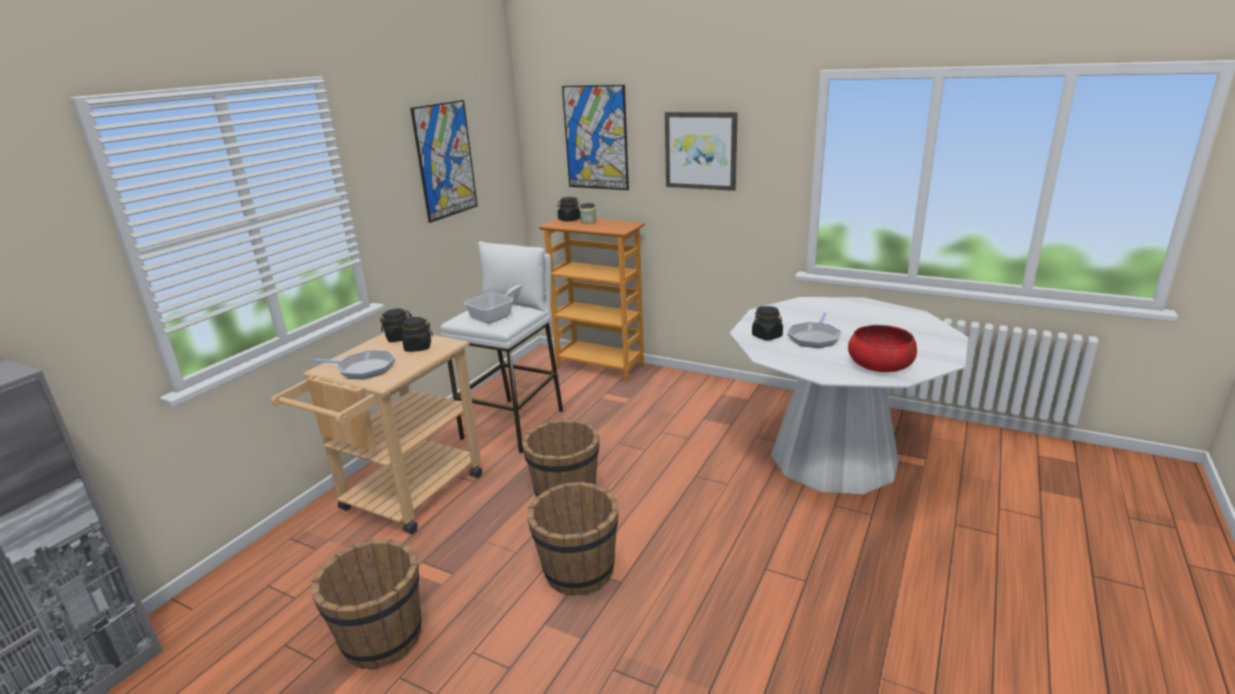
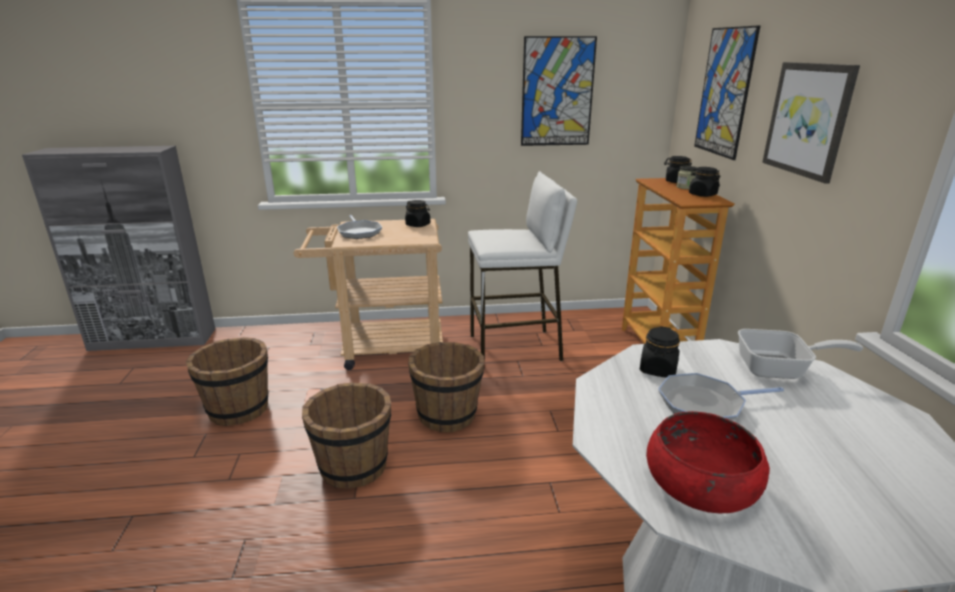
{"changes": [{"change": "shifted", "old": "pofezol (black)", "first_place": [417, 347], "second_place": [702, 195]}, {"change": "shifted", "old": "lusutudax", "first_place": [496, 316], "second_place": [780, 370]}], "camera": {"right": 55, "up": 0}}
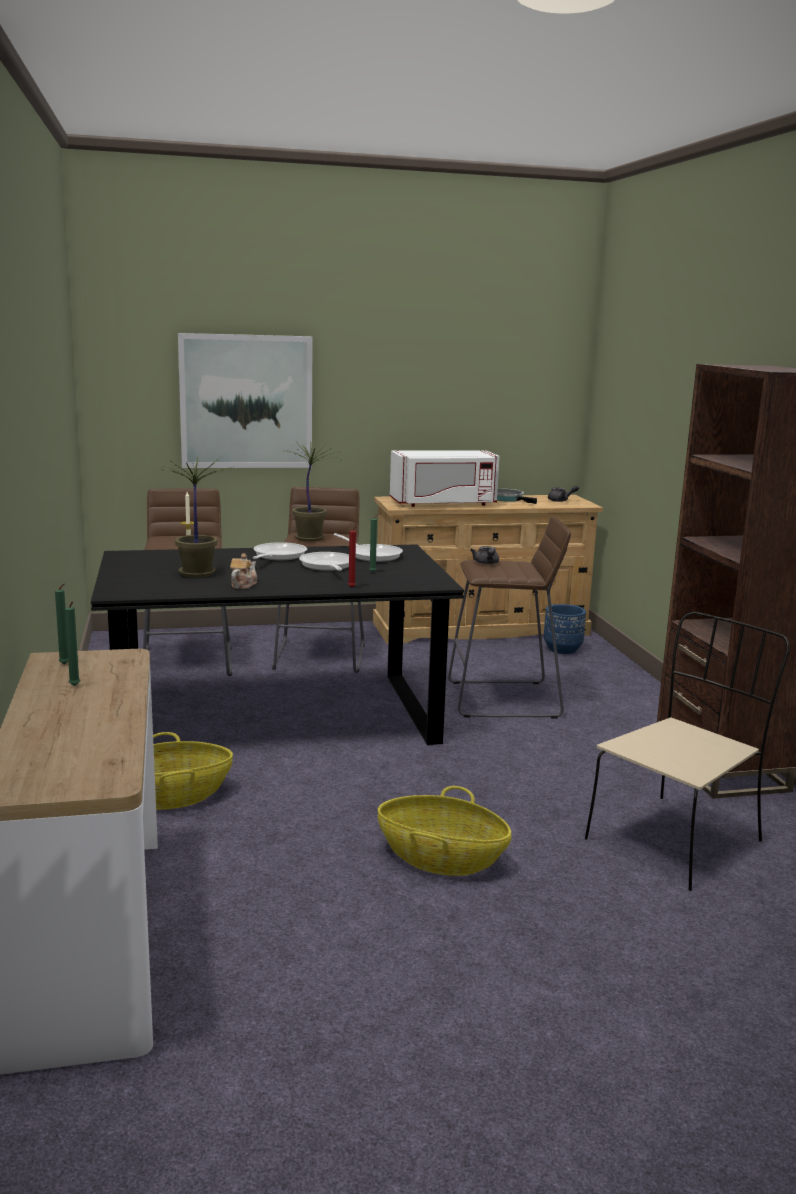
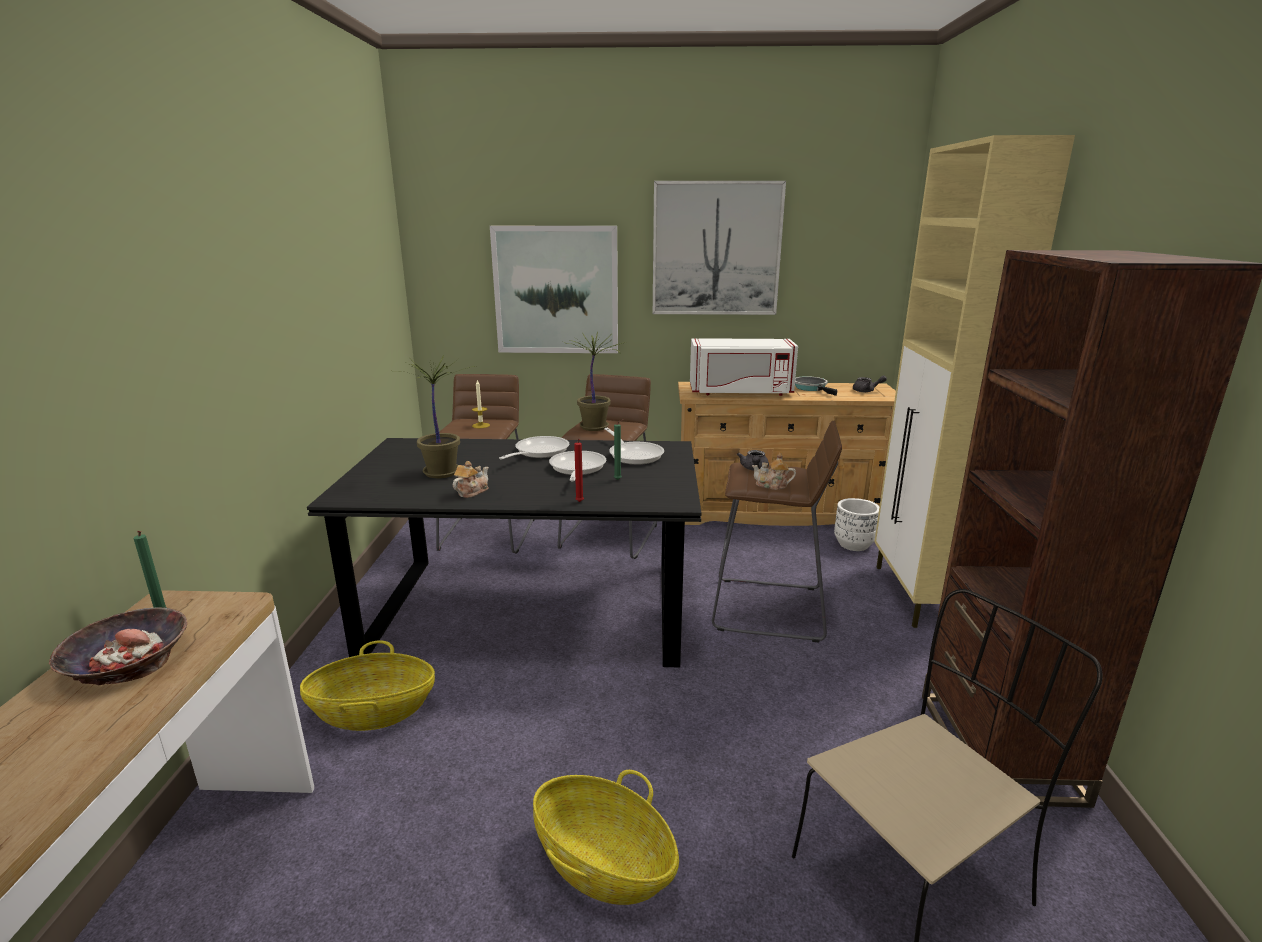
{"changes": [{"change": "swapped", "old": "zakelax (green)", "new": "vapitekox", "first_place": [75, 686], "second_place": [127, 660]}, {"change": "repainted", "old": "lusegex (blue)", "new": "lusegex (white)", "first_place": [562, 649], "second_place": [853, 544]}, {"change": "new", "new": "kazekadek", "second_place": [716, 249]}, {"change": "new", "new": "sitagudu", "second_place": [772, 485]}, {"change": "new", "new": "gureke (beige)", "second_place": [917, 596]}], "camera": {"right": 15, "up": 5}}
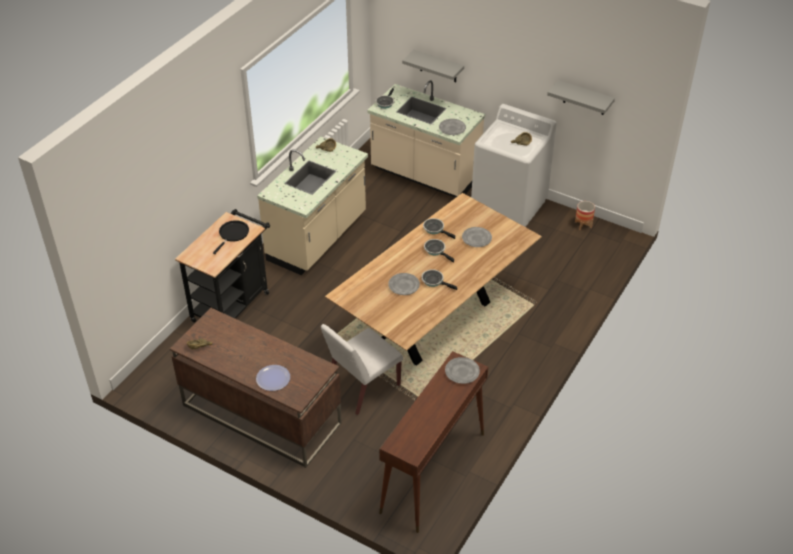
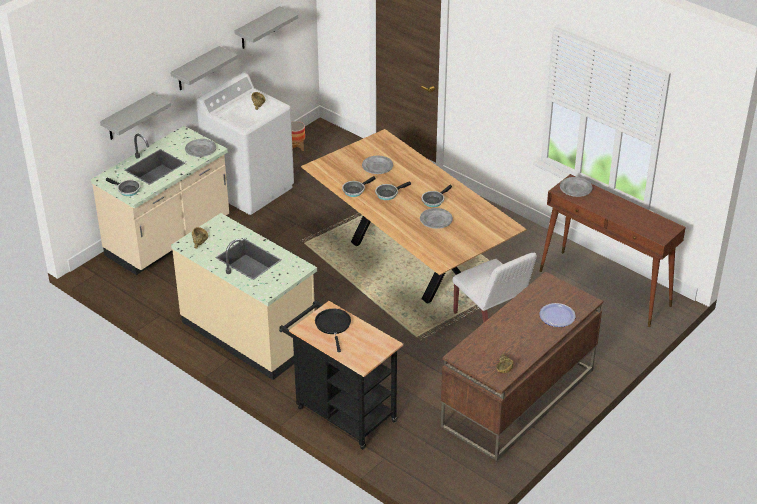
{"changes": [{"change": "rotated", "old": "lusutudax (black)", "first_place": [233, 234], "second_place": [333, 326], "degrees": 45}, {"change": "new", "new": "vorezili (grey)", "second_place": [196, 69]}], "camera": {"right": -80, "up": -5}}
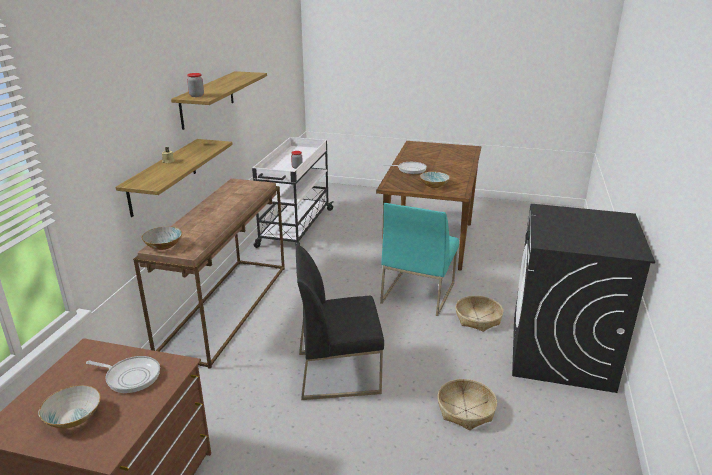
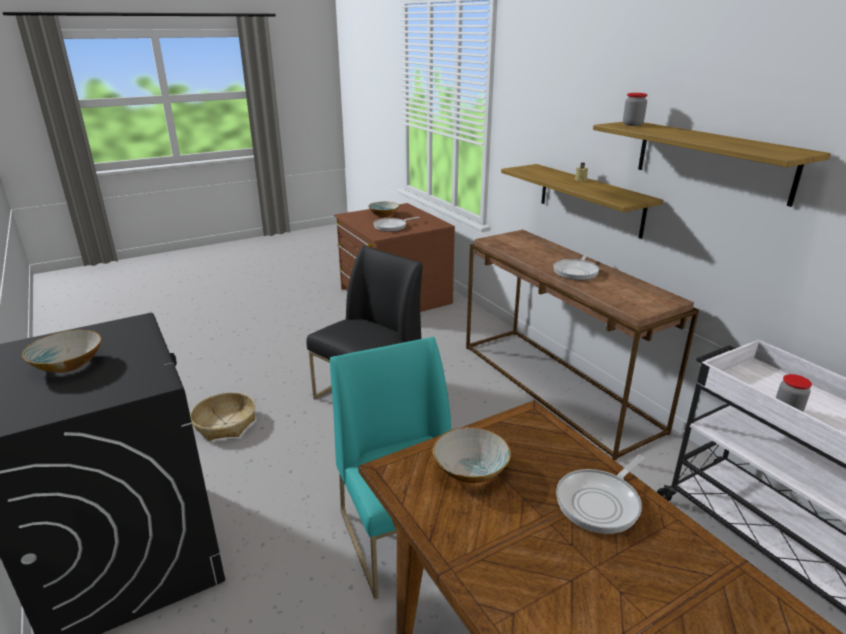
{"changes": [{"change": "shifted", "old": "vapitekox", "first_place": [164, 246], "second_place": [67, 364]}, {"change": "gone", "old": "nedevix", "first_place": [478, 319]}, {"change": "new", "new": "lusutudax", "second_place": [576, 271]}], "camera": {"right": 135, "up": 0}}
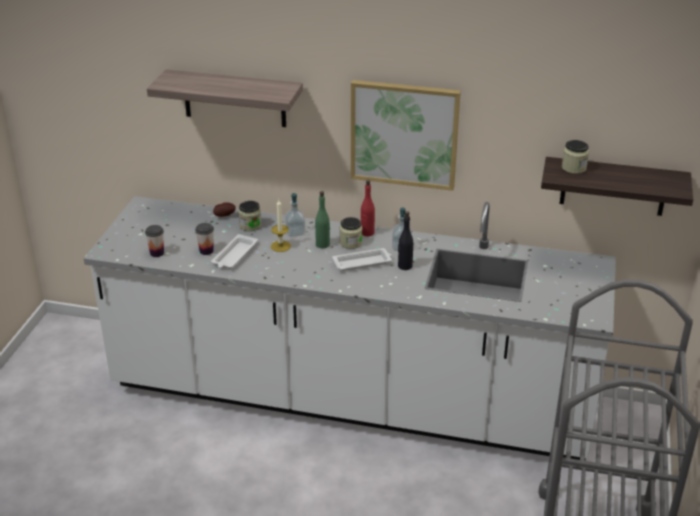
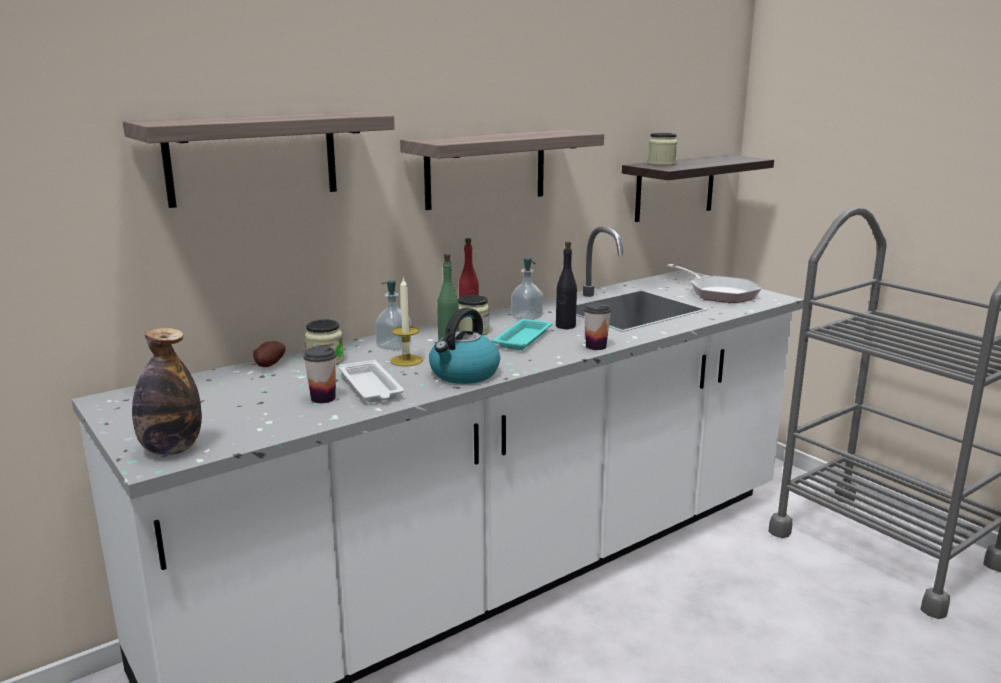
{"changes": [{"change": "shifted", "old": "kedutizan", "first_place": [157, 253], "second_place": [596, 346]}, {"change": "repainted", "old": "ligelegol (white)", "new": "ligelegol (turquoise)", "first_place": [363, 263], "second_place": [523, 338]}, {"change": "swapped", "old": "kazekadek", "new": "vorezili", "first_place": [404, 134], "second_place": [486, 168]}, {"change": "new", "new": "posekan", "second_place": [171, 449]}, {"change": "new", "new": "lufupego", "second_place": [464, 374]}, {"change": "new", "new": "lusutudax", "second_place": [719, 293]}], "camera": {"right": -50, "up": -15}}
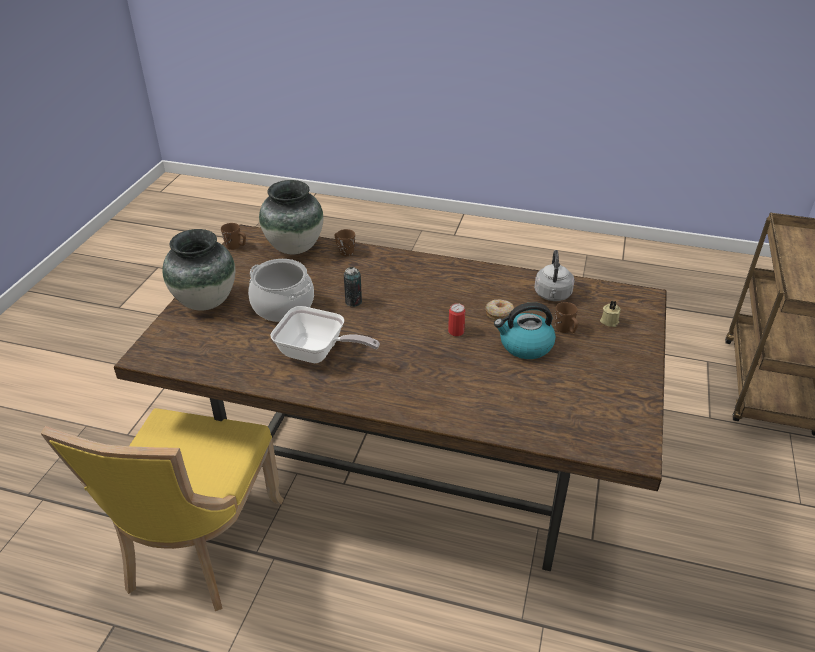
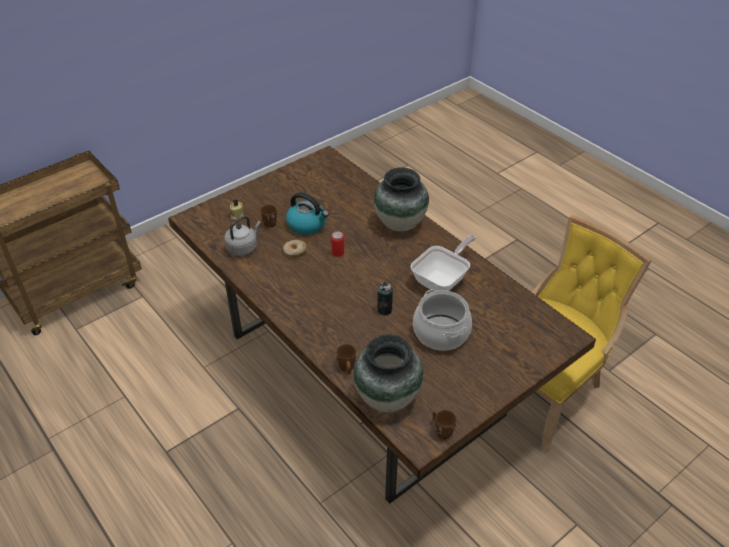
{"changes": [{"change": "shifted", "old": "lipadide", "first_place": [205, 302], "second_place": [400, 223]}, {"change": "rotated", "old": "lusutudax", "first_place": [317, 354], "second_place": [443, 280], "degrees": 75}], "camera": {"right": -145, "up": 5}}
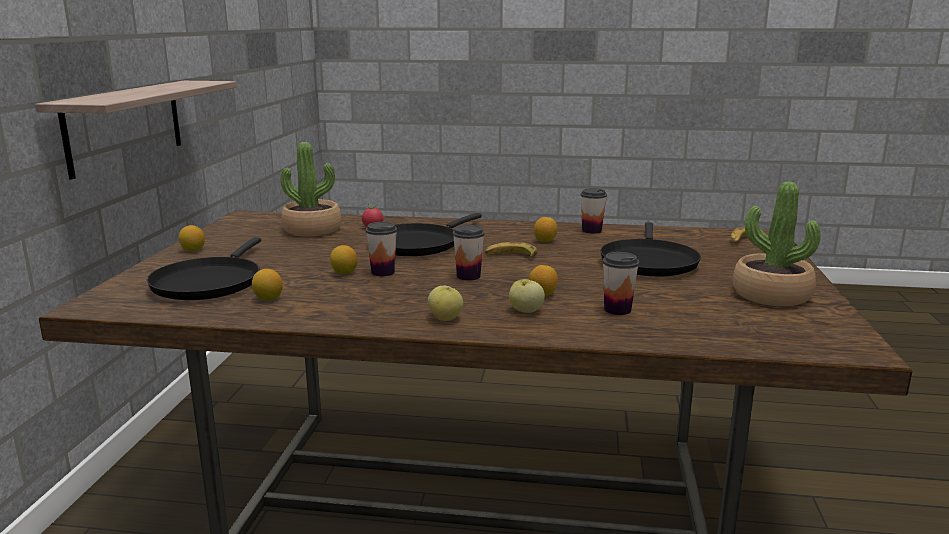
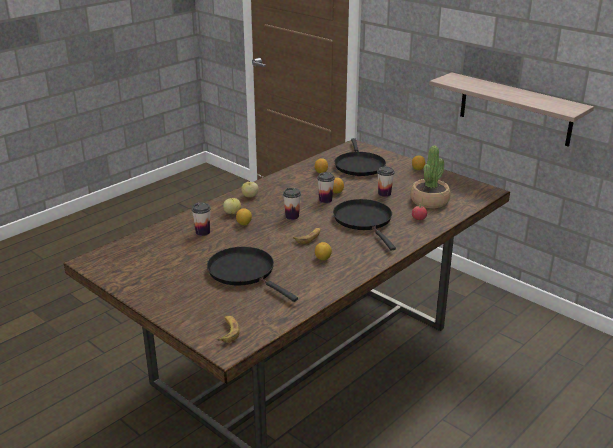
{"changes": [{"change": "rotated", "old": "lusutudax (black)", "first_place": [209, 282], "second_place": [359, 165], "degrees": -135}, {"change": "shifted", "old": "kedutizan", "first_place": [591, 231], "second_place": [384, 193]}, {"change": "gone", "old": "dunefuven", "first_place": [771, 295]}], "camera": {"right": 125, "up": 10}}
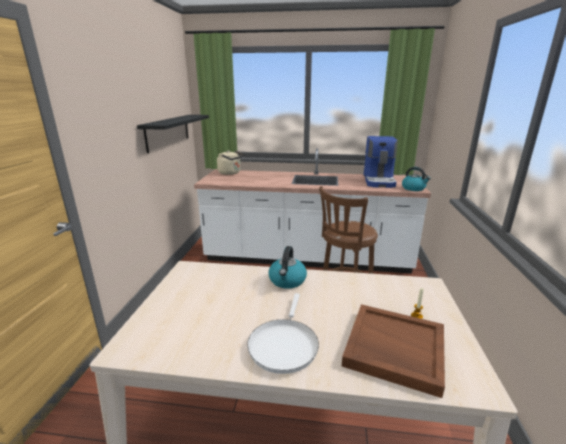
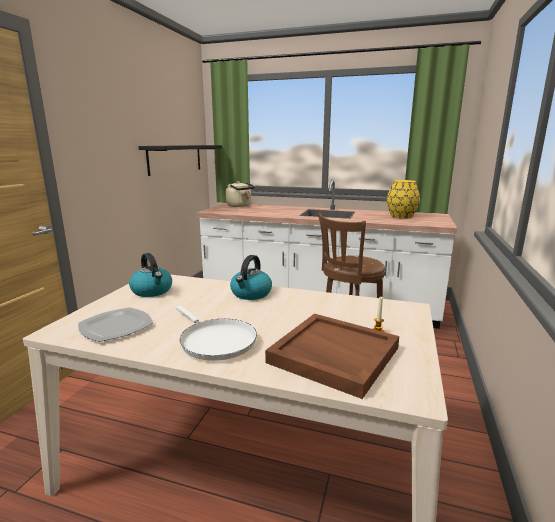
{"changes": [{"change": "rotated", "old": "lusutudax (white)", "first_place": [284, 344], "second_place": [215, 341], "degrees": -60}, {"change": "swapped", "old": "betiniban", "new": "lipadide (yellow)", "first_place": [379, 181], "second_place": [401, 216]}, {"change": "shifted", "old": "lufupego", "first_place": [413, 188], "second_place": [152, 291]}, {"change": "new", "new": "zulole", "second_place": [115, 326]}], "camera": {"right": 10, "up": -5}}
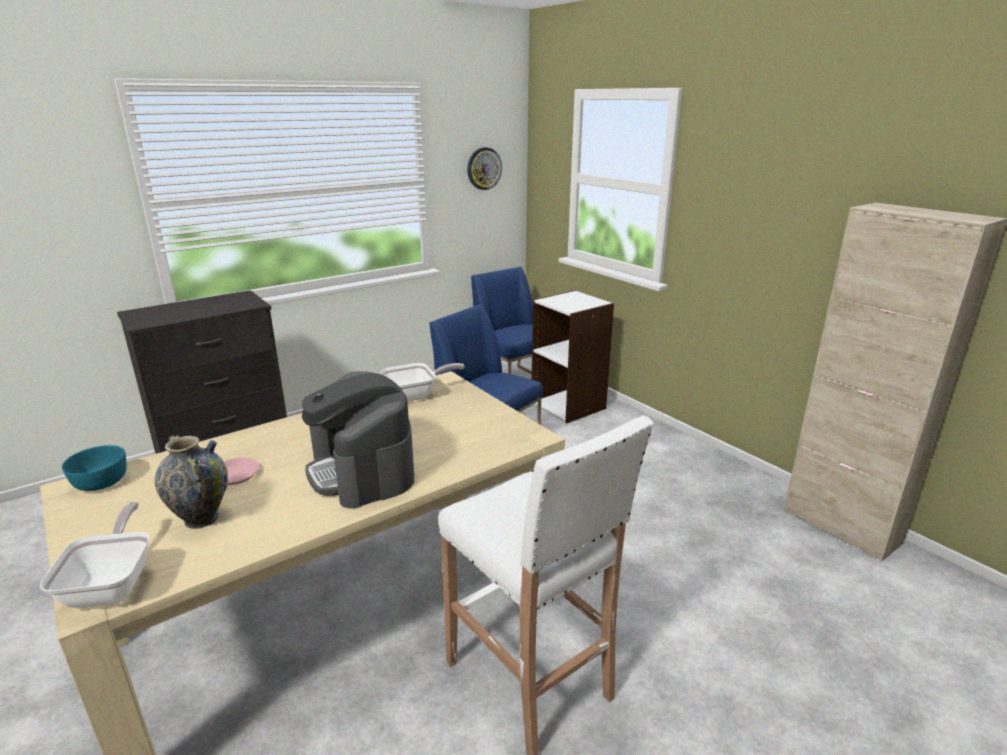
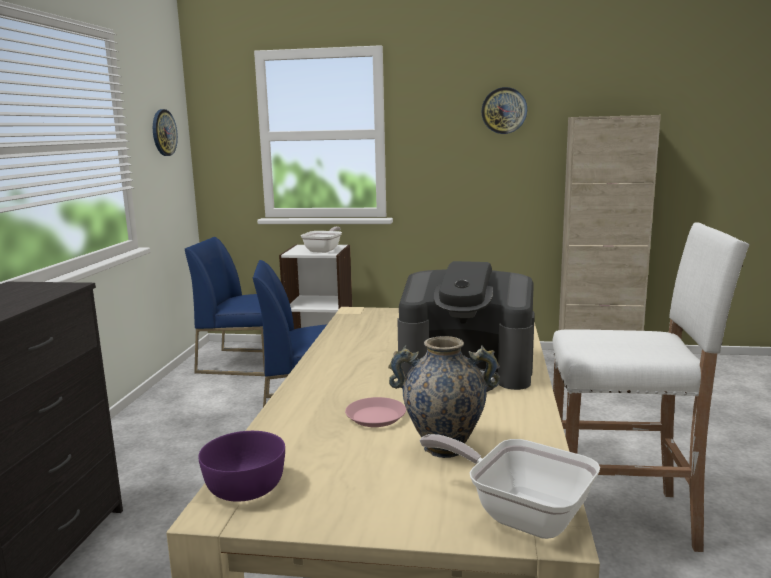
{"changes": [{"change": "repainted", "old": "vapitekox (turquoise)", "new": "vapitekox (purple)", "first_place": [100, 482], "second_place": [244, 488]}, {"change": "shifted", "old": "lusutudax", "first_place": [416, 395], "second_place": [324, 250]}, {"change": "new", "new": "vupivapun", "second_place": [504, 110]}], "camera": {"right": -45, "up": -10}}
